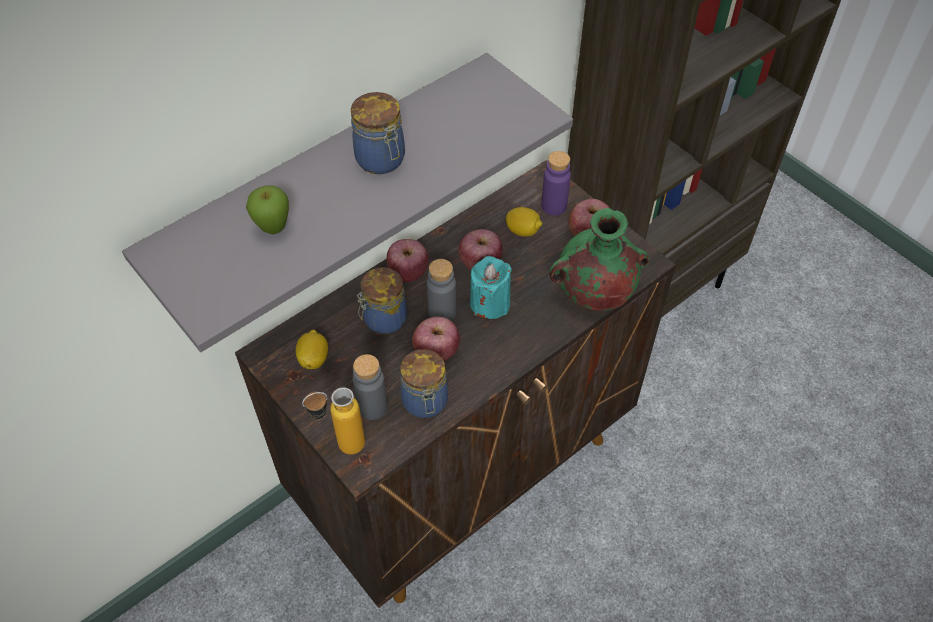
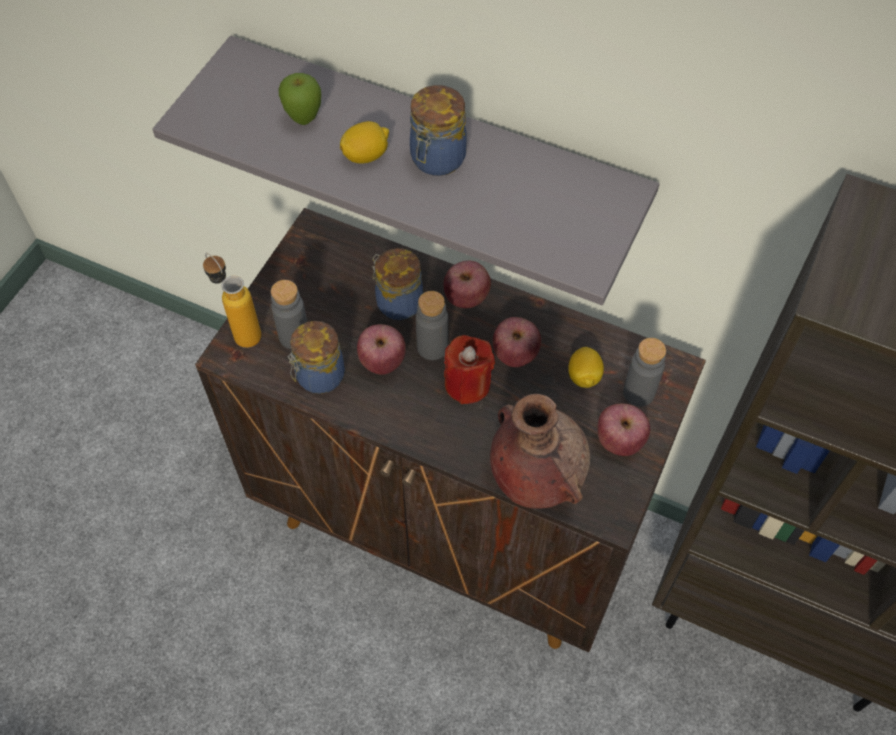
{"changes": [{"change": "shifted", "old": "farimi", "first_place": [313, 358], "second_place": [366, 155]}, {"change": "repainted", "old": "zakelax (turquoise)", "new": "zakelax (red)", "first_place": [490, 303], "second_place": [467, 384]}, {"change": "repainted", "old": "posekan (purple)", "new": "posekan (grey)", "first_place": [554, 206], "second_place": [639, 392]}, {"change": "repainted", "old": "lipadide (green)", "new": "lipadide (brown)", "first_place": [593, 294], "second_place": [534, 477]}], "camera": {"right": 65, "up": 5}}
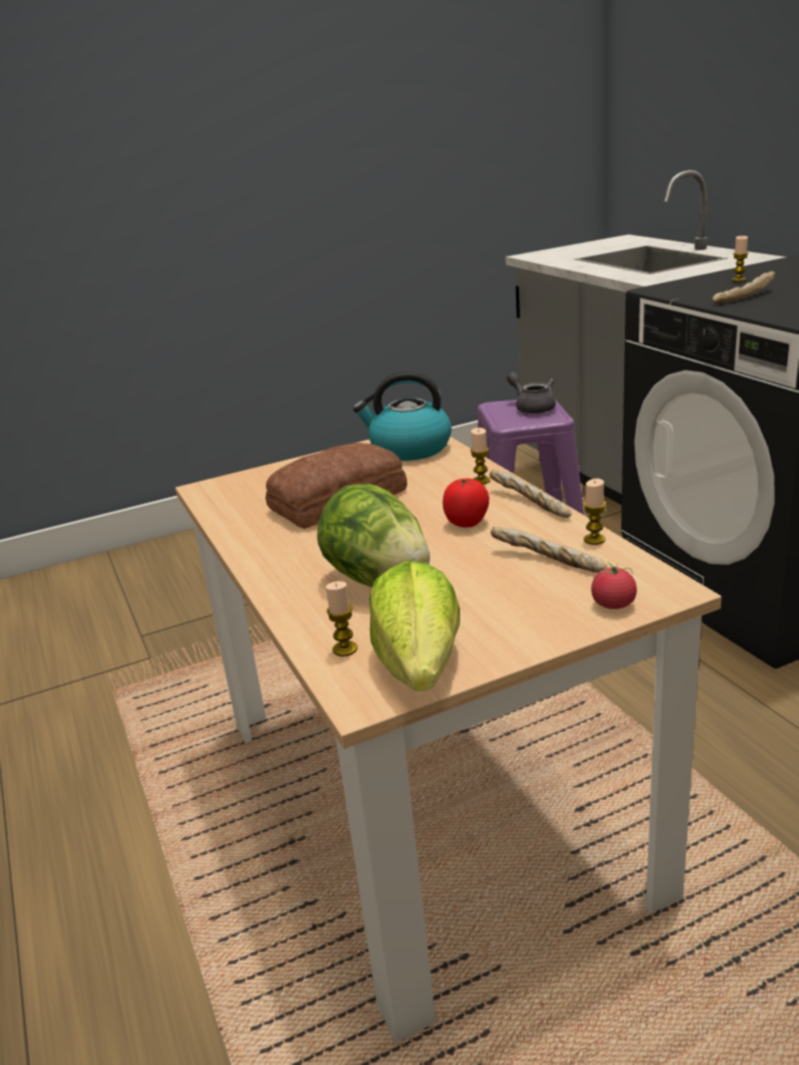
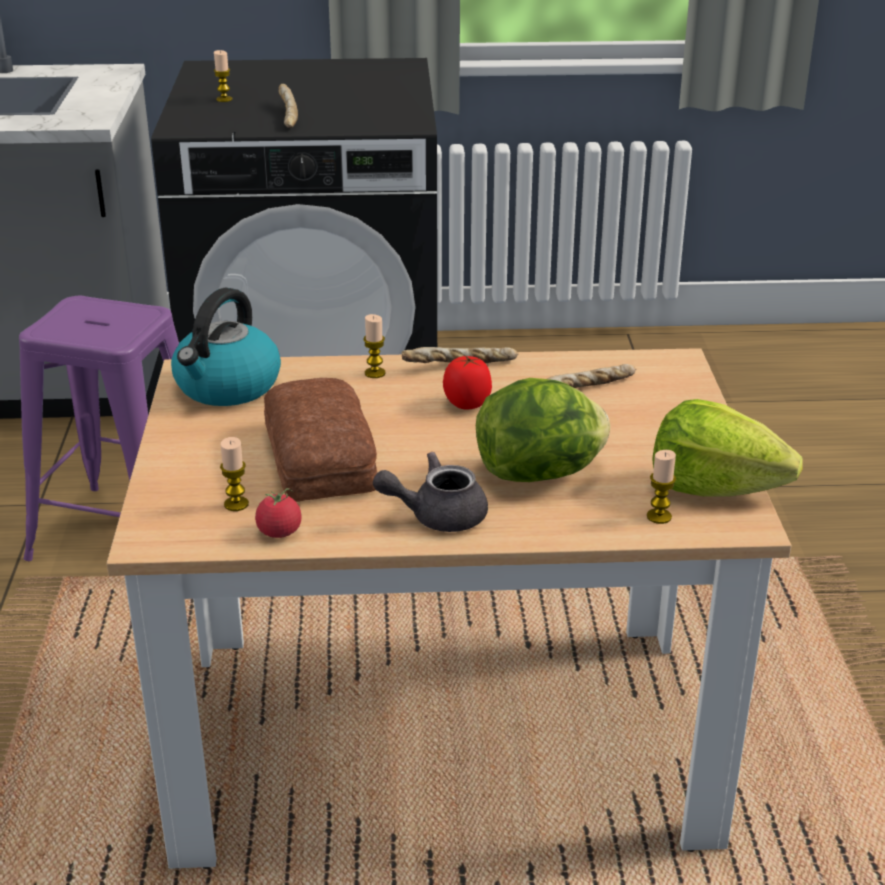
{"changes": [{"change": "shifted", "old": "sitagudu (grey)", "first_place": [532, 407], "second_place": [437, 515]}, {"change": "shifted", "old": "zakelax", "first_place": [594, 540], "second_place": [236, 504]}, {"change": "shifted", "old": "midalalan", "first_place": [613, 604], "second_place": [279, 532]}], "camera": {"right": -70, "up": 5}}
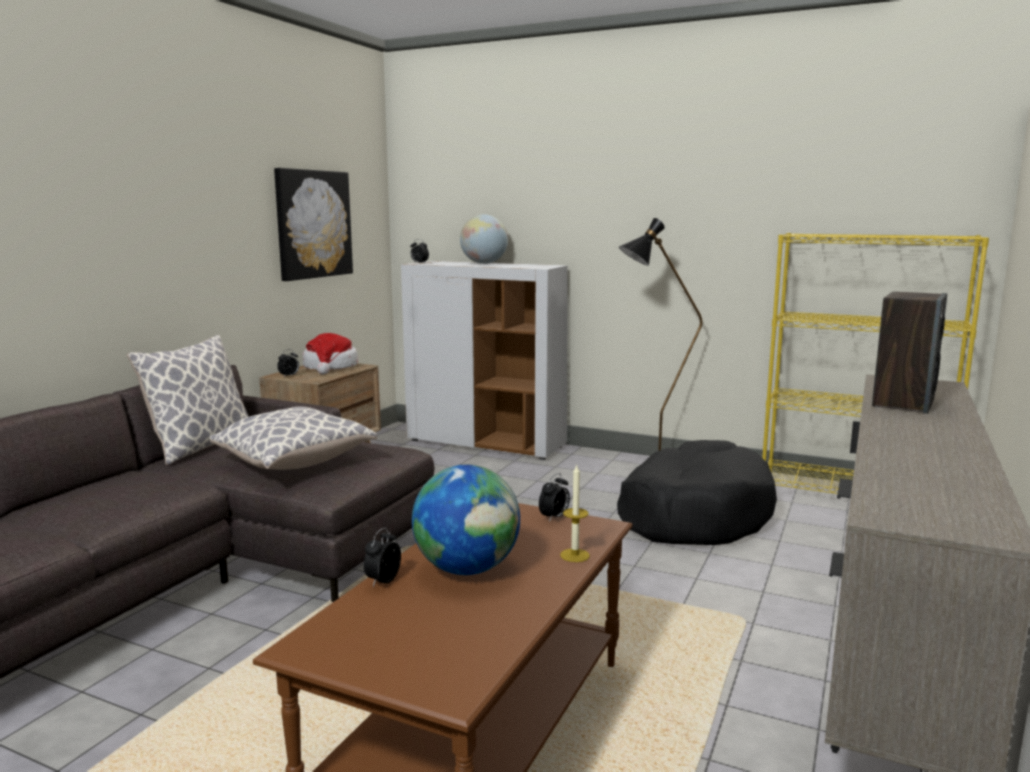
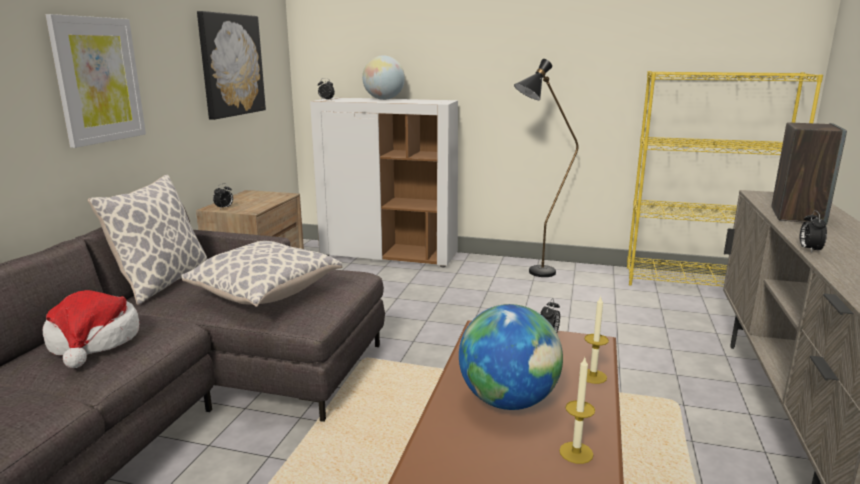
{"changes": [{"change": "shifted", "old": "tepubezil", "first_place": [330, 367], "second_place": [94, 342]}, {"change": "shifted", "old": "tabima", "first_place": [383, 581], "second_place": [809, 250]}, {"change": "gone", "old": "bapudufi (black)", "first_place": [693, 514]}, {"change": "new", "new": "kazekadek", "second_place": [98, 80]}, {"change": "new", "new": "zakelax", "second_place": [576, 452]}], "camera": {"right": -10, "up": 5}}
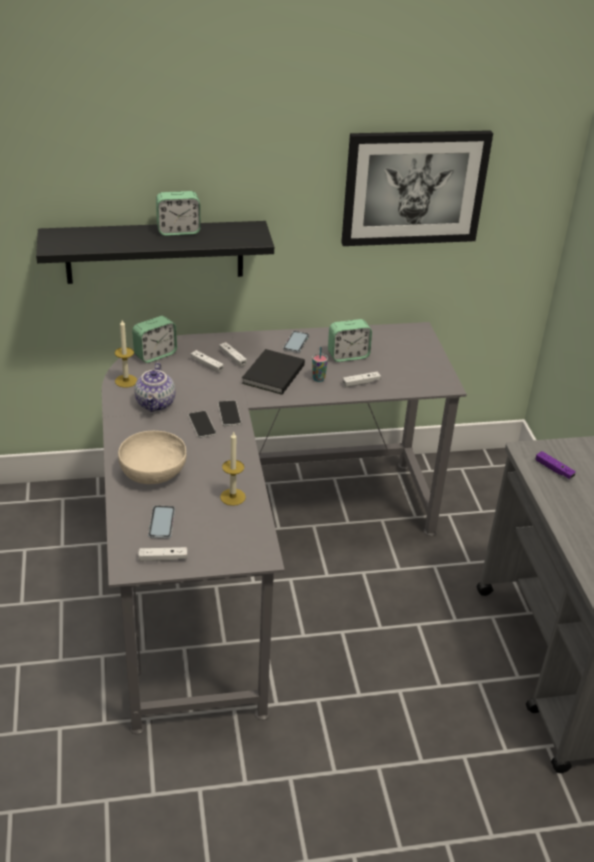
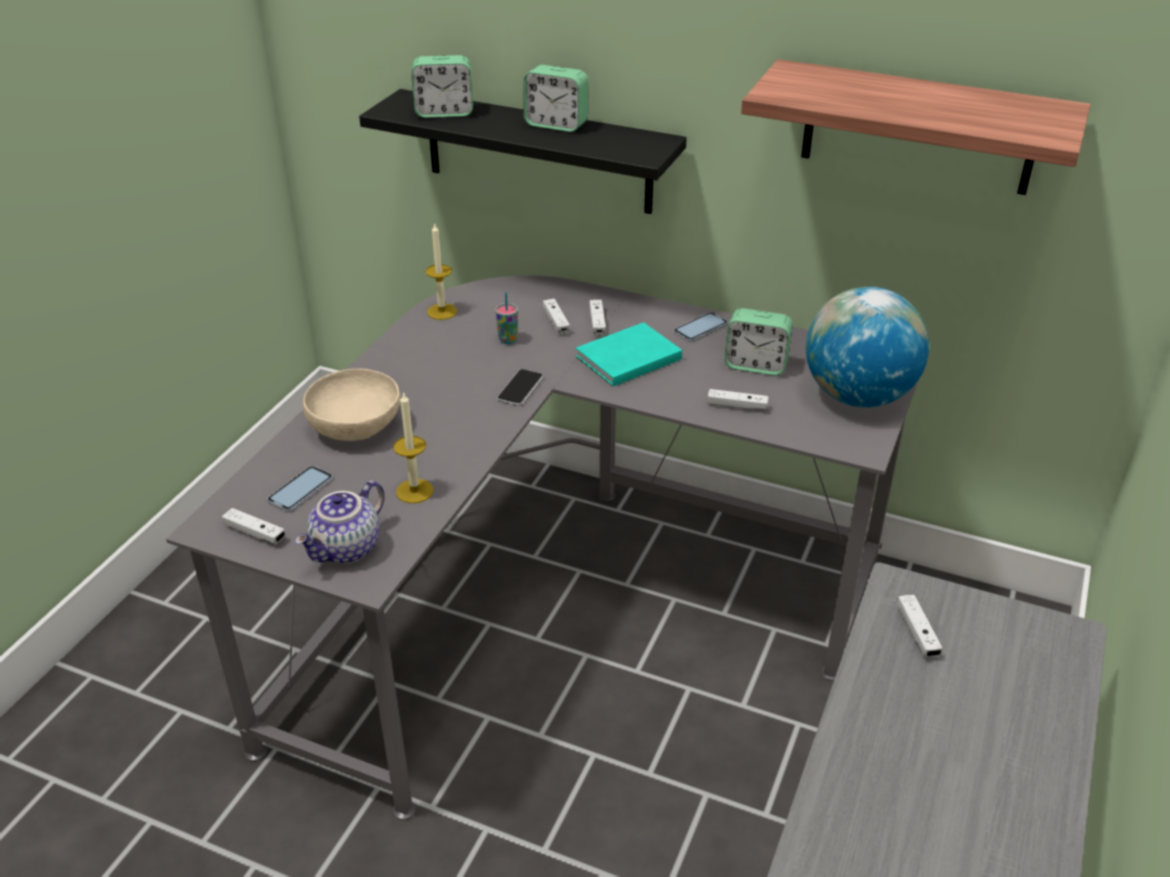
{"changes": [{"change": "shifted", "old": "tabima", "first_place": [155, 354], "second_place": [444, 112]}, {"change": "shifted", "old": "sitagudu", "first_place": [156, 404], "second_place": [347, 549]}, {"change": "gone", "old": "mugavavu", "first_place": [202, 425]}, {"change": "repainted", "old": "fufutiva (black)", "new": "fufutiva (turquoise)", "first_place": [272, 375], "second_place": [625, 358]}, {"change": "shifted", "old": "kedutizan", "first_place": [318, 379], "second_place": [508, 340]}, {"change": "swapped", "old": "kazekadek", "new": "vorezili", "first_place": [414, 187], "second_place": [918, 128]}, {"change": "repainted", "old": "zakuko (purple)", "new": "zakuko (white)", "first_place": [554, 469], "second_place": [917, 632]}, {"change": "new", "new": "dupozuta", "second_place": [857, 396]}], "camera": {"right": 35, "up": 0}}
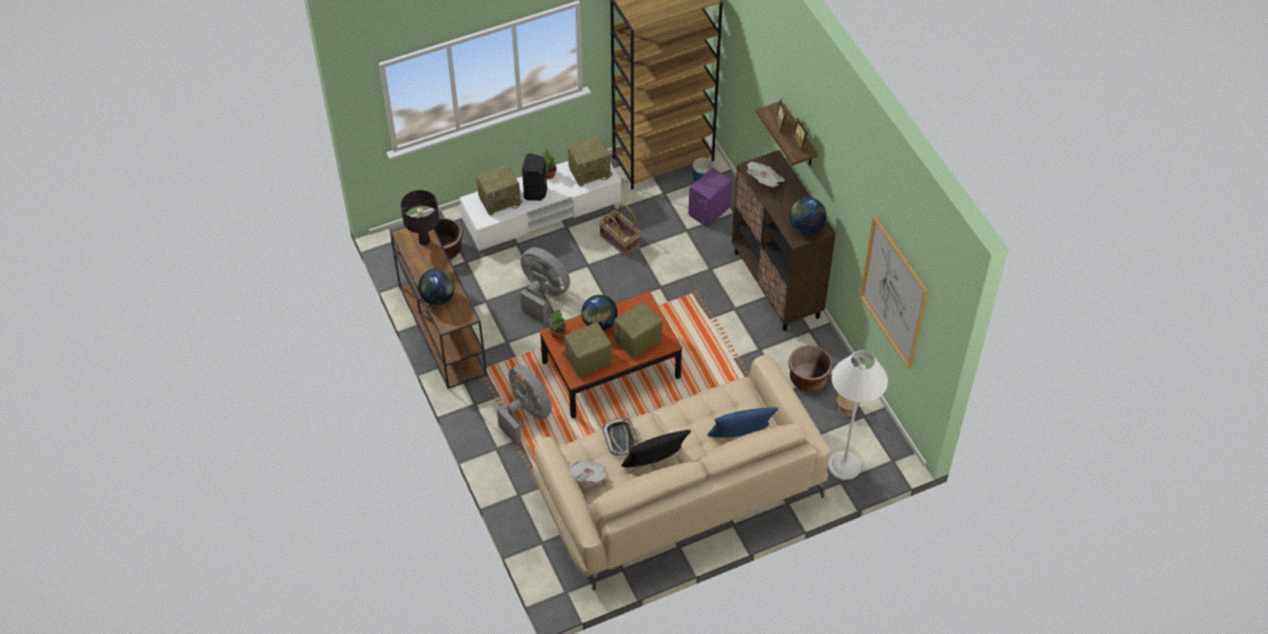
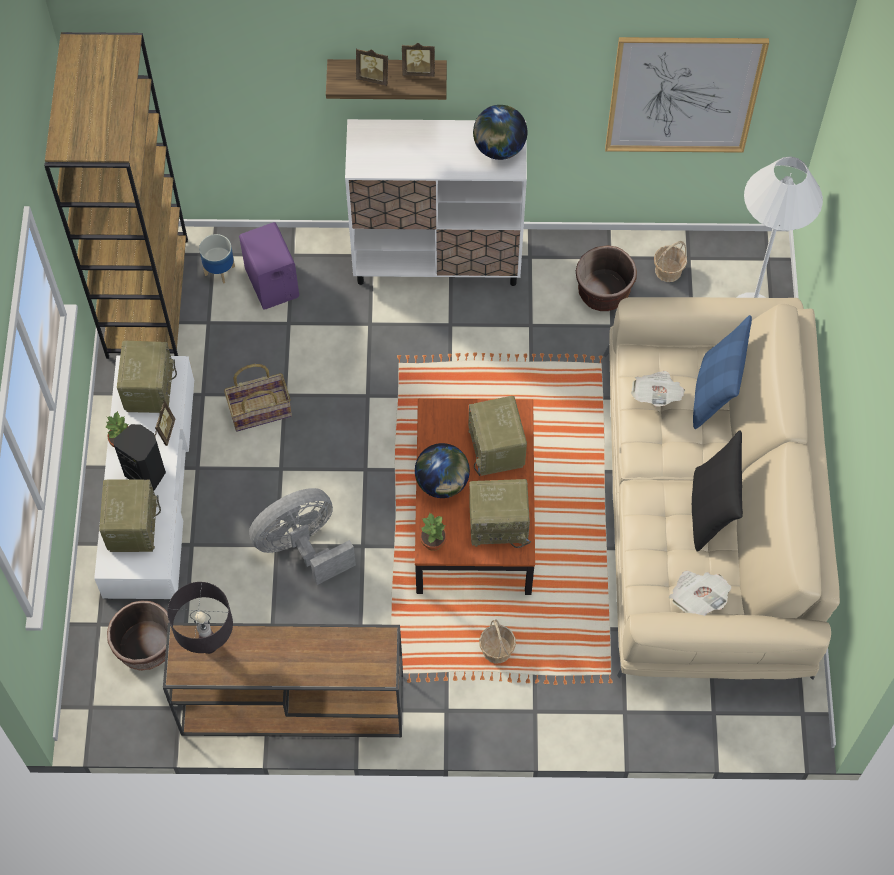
{"changes": [{"change": "gone", "old": "dupozuta", "first_place": [438, 297]}, {"change": "swapped", "old": "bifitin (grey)", "new": "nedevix", "first_place": [526, 414], "second_place": [496, 650]}, {"change": "rotated", "old": "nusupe", "first_place": [588, 361], "second_place": [499, 523], "degrees": -90}, {"change": "gone", "old": "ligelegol", "first_place": [621, 438]}, {"change": "repainted", "old": "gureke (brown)", "new": "gureke (white)", "first_place": [776, 285], "second_place": [438, 260]}, {"change": "shifted", "old": "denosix", "first_place": [765, 181], "second_place": [656, 395]}, {"change": "new", "new": "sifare", "second_place": [164, 432]}], "camera": {"right": -65, "up": 10}}
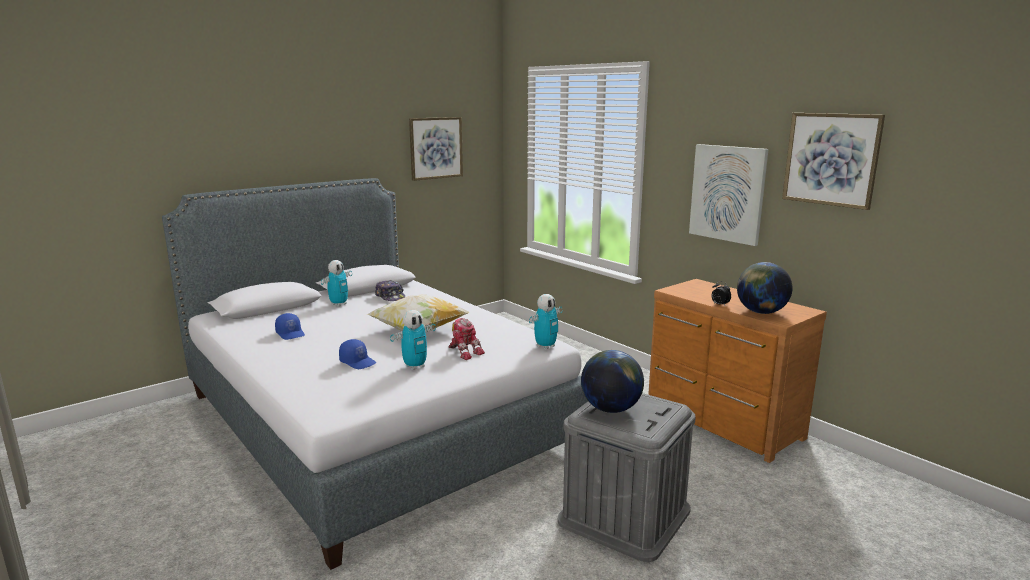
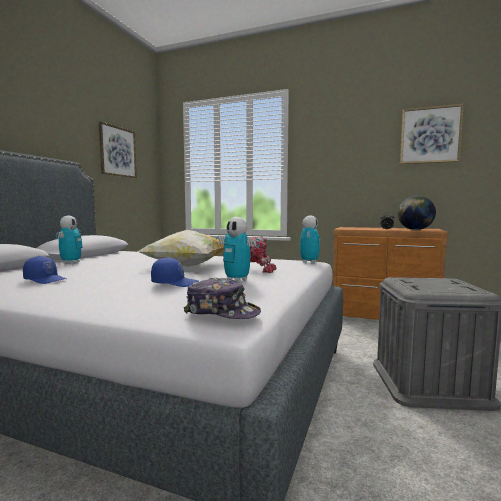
{"changes": [{"change": "shifted", "old": "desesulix", "first_place": [390, 297], "second_place": [222, 312]}, {"change": "rotated", "old": "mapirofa", "first_place": [415, 366], "second_place": [237, 280], "degrees": 105}, {"change": "gone", "old": "dupozuta", "first_place": [610, 409]}, {"change": "gone", "old": "kazekadek", "first_place": [727, 193]}], "camera": {"right": -30, "up": -10}}
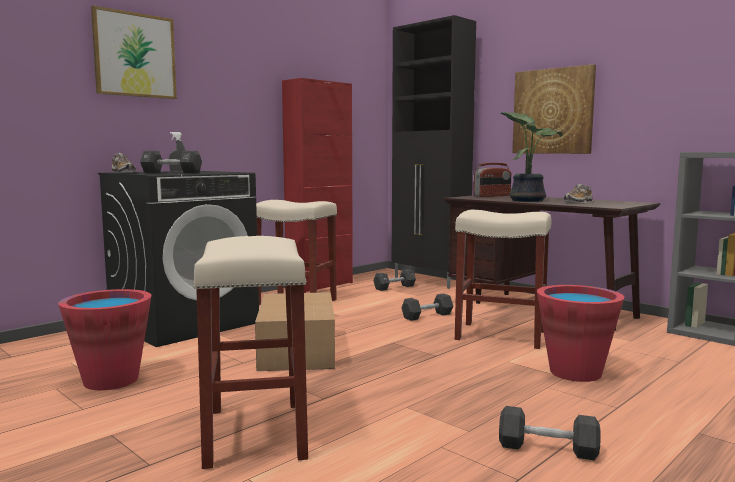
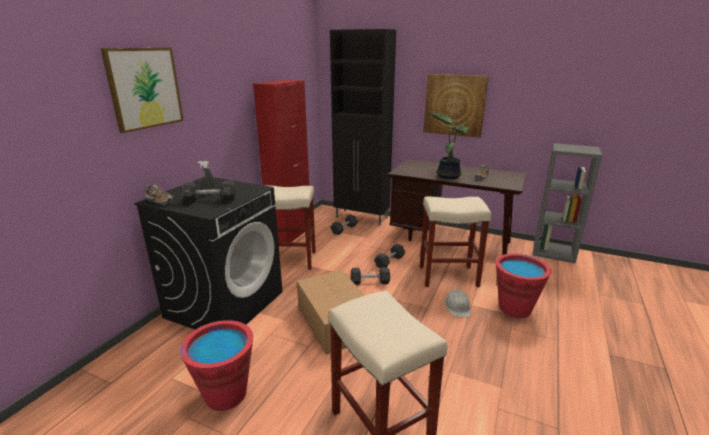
{"changes": [{"change": "gone", "old": "nusupe", "first_place": [492, 196]}, {"change": "shifted", "old": "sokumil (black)", "first_place": [547, 448], "second_place": [370, 282]}, {"change": "new", "new": "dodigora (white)", "second_place": [457, 307]}], "camera": {"right": -20, "up": 15}}
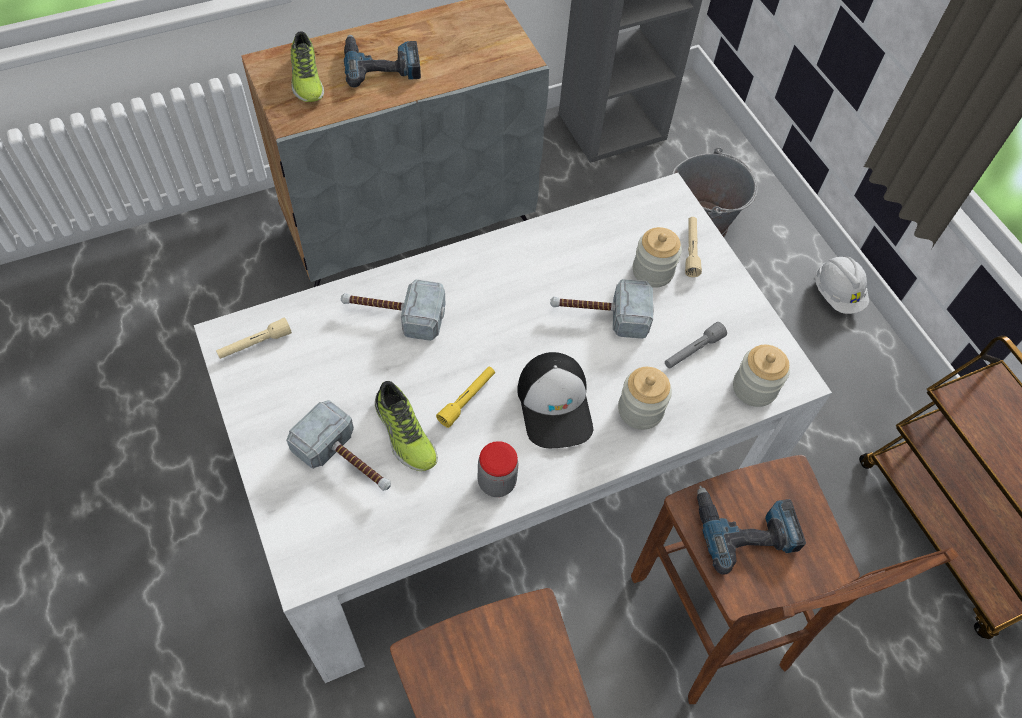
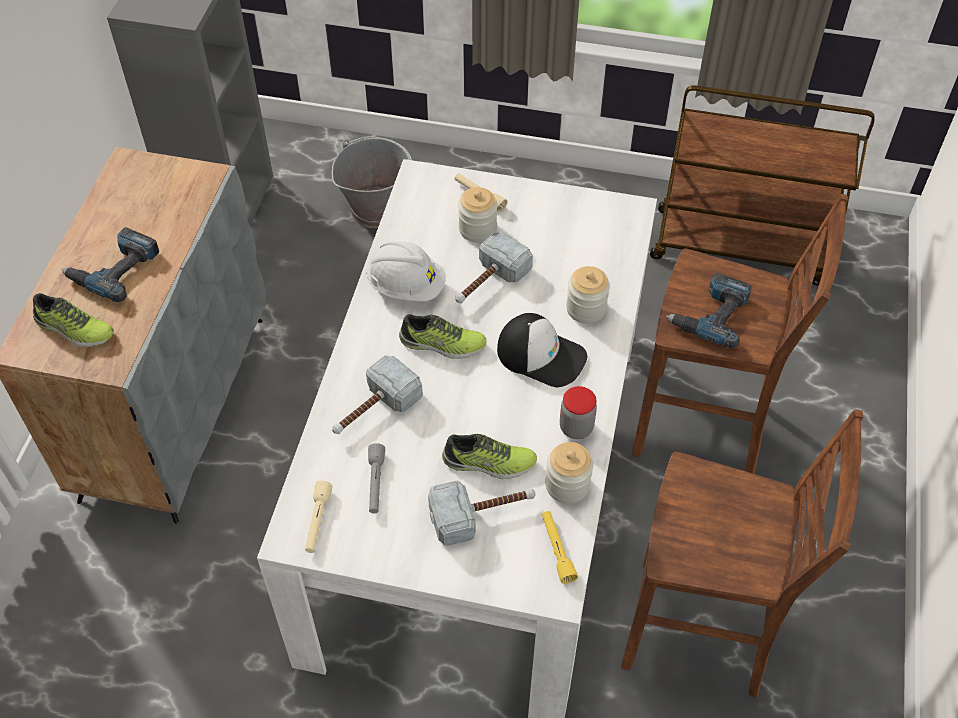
{"changes": [{"change": "shifted", "old": "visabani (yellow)", "first_place": [467, 399], "second_place": [557, 550]}, {"change": "shifted", "old": "visabani (grey)", "first_place": [693, 351], "second_place": [375, 483]}, {"change": "shifted", "old": "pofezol", "first_place": [754, 388], "second_place": [567, 485]}, {"change": "shifted", "old": "dodigora (white)", "first_place": [837, 294], "second_place": [406, 286]}, {"change": "new", "new": "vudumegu", "second_place": [442, 344]}], "camera": {"right": -50, "up": -5}}
